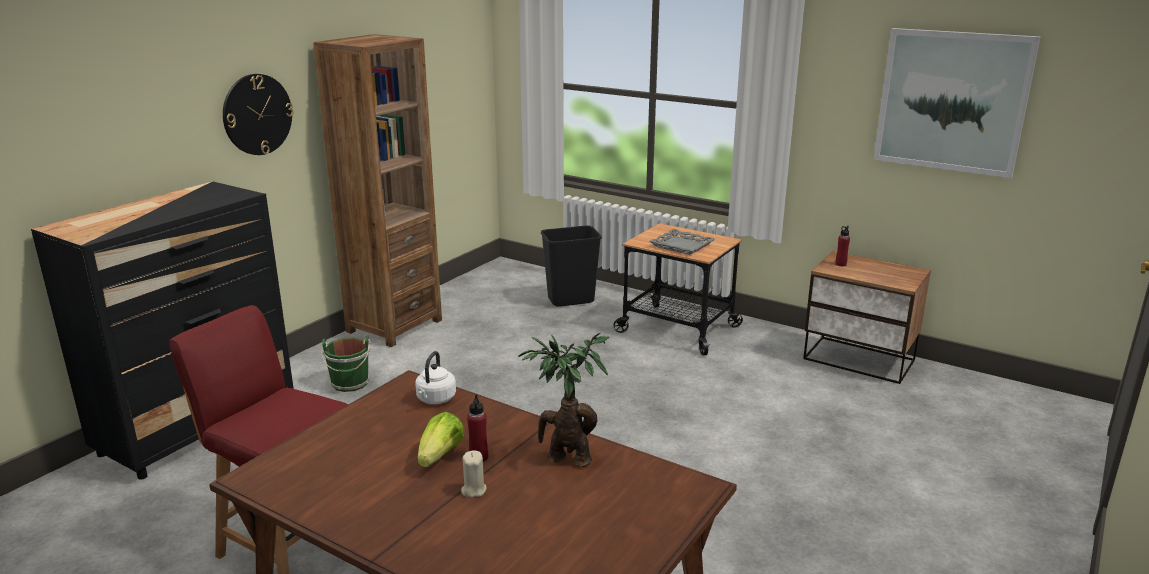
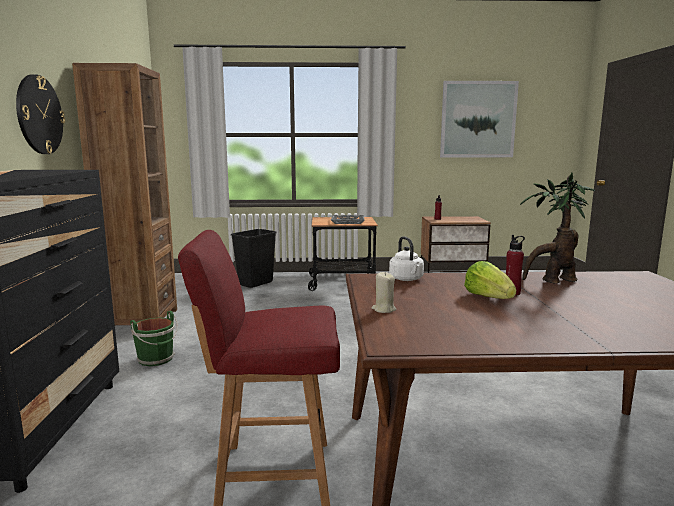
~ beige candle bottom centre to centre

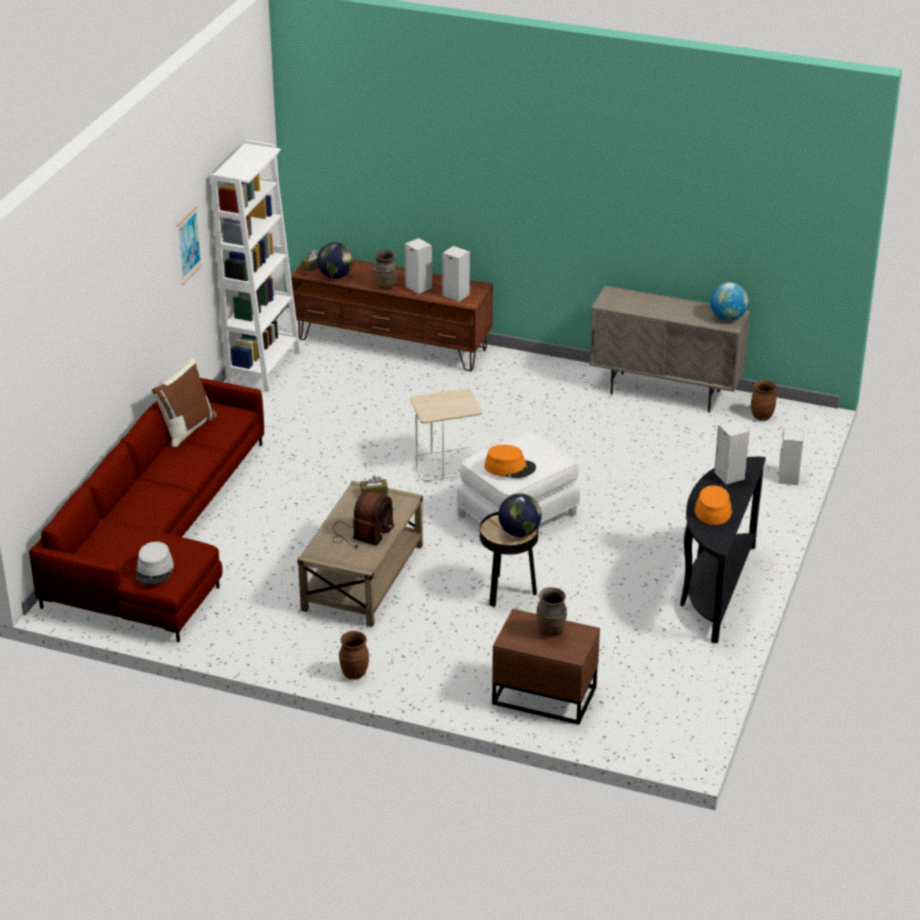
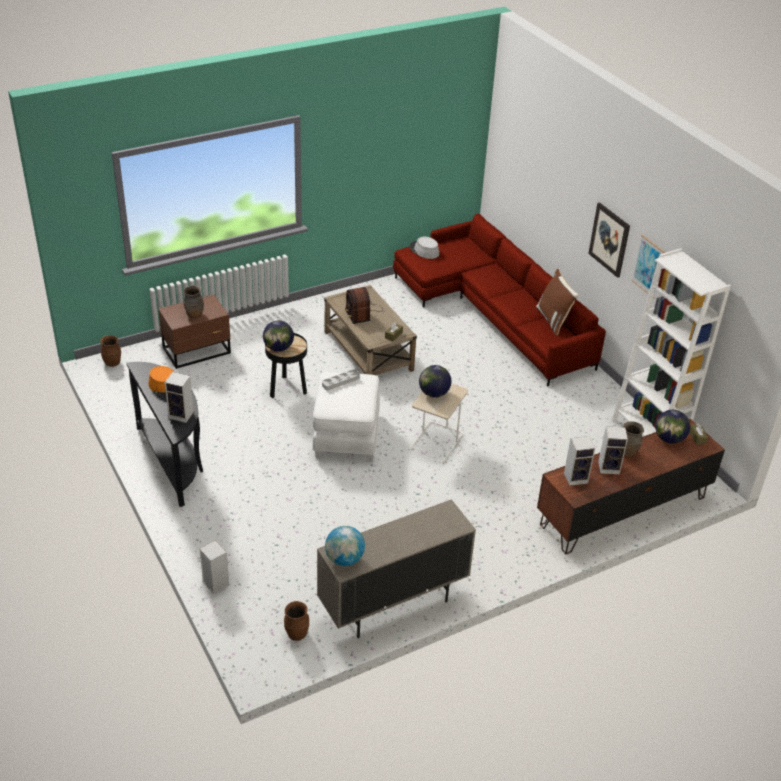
~ orange hat (1st from left) centre to grey tray centre
~ brown vase (1st from left) bottom centre to middle left
+ picture (1st from left) top right
+ globe (3rd from left) centre

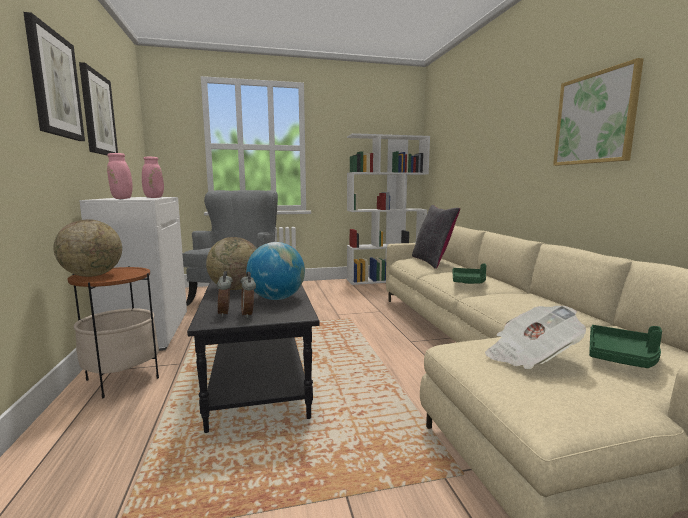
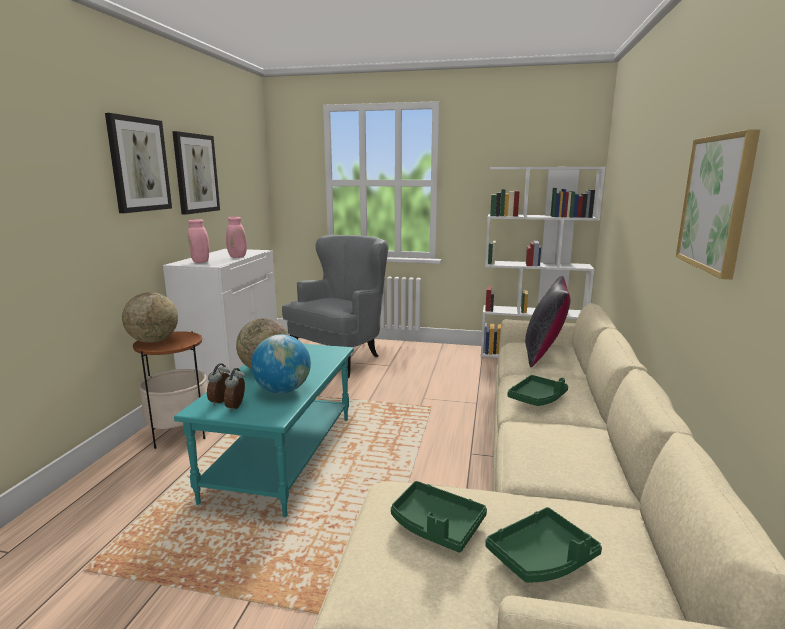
~ black coffee table bottom centre to turquoise coffee table bottom centre
~ newspaper middle right to green tray (1st from left) bottom centre

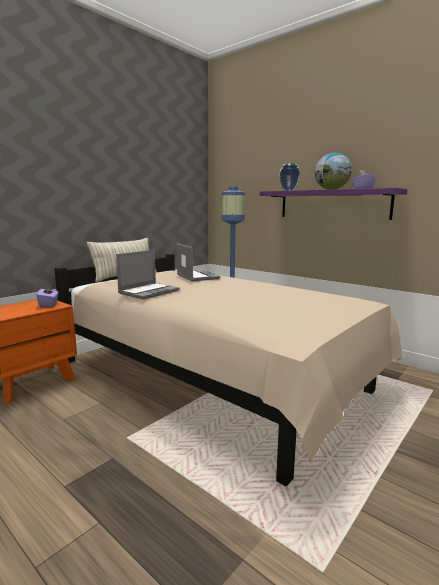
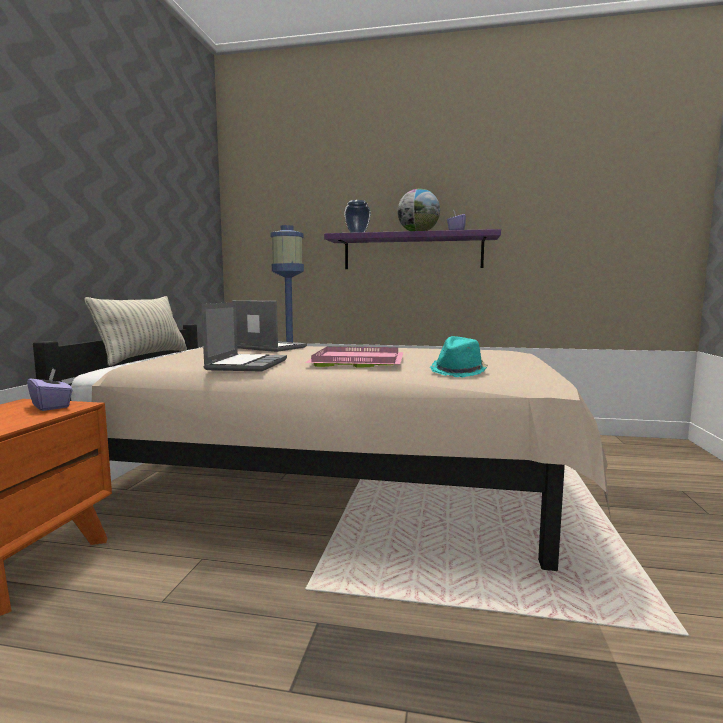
+ turquoise hat centre
+ pink tray centre

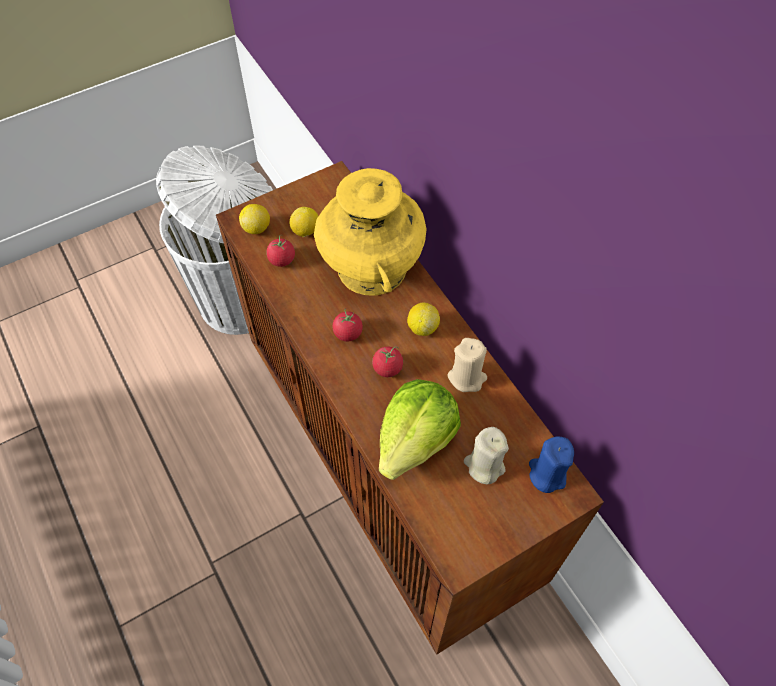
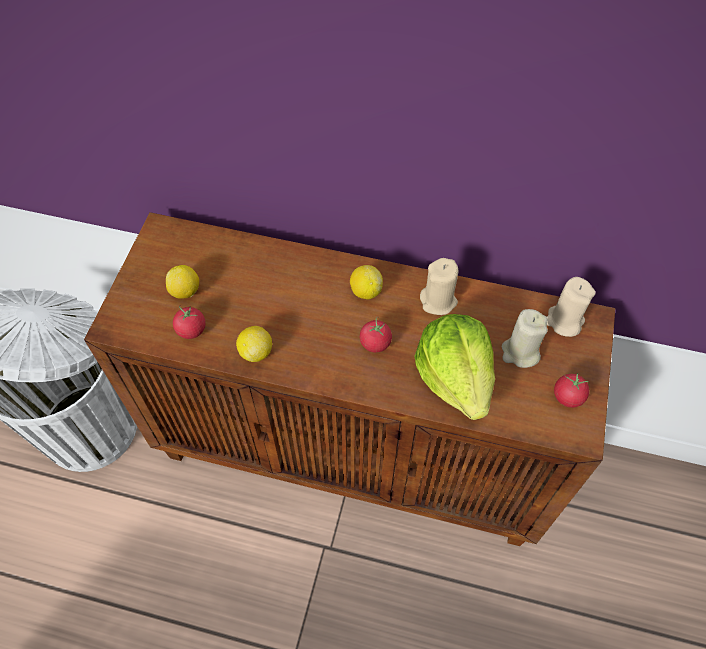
- yellow vase centre
~ lemon (1st from left in the first image) top left to lemon (2nd from left) centre
~ tomato (2nd from left in the first image) centre to tomato (3rd from left) middle right
~ blue candle bottom right to beige candle (3rd from left) middle right

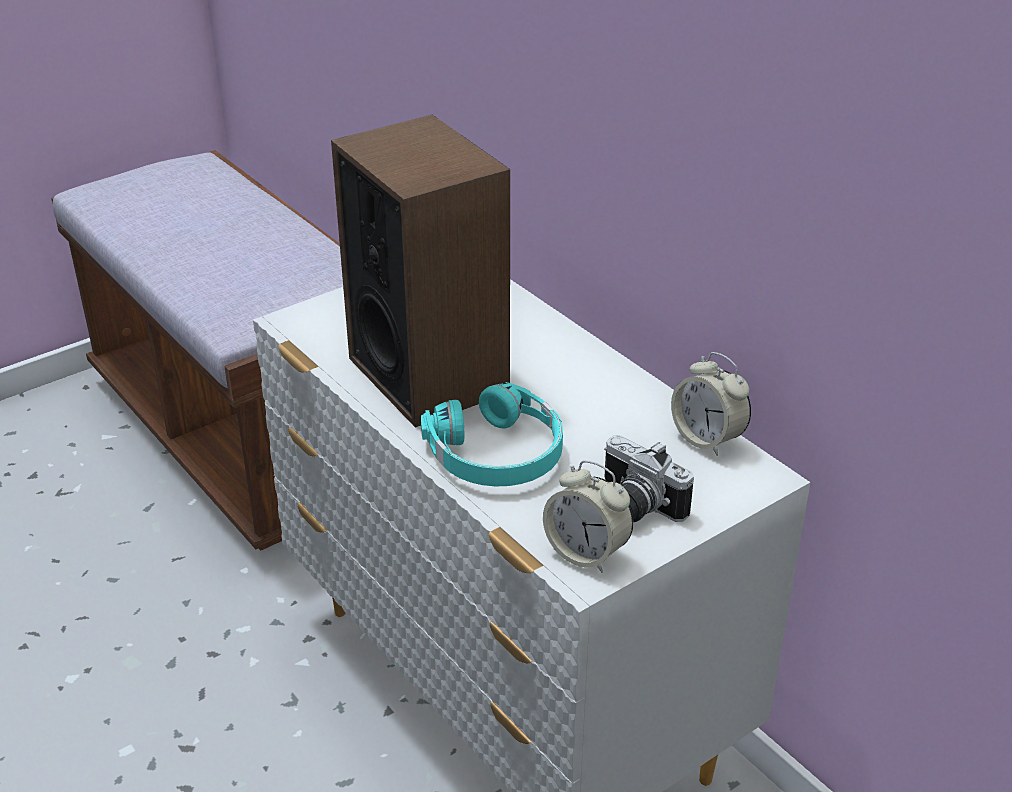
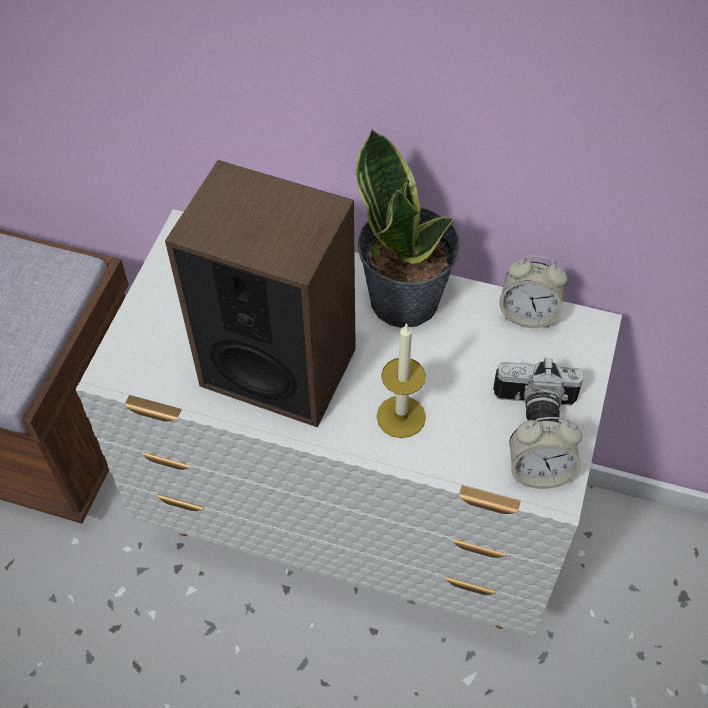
~ turquoise headphones centre to candle centre
+ potted plant top centre

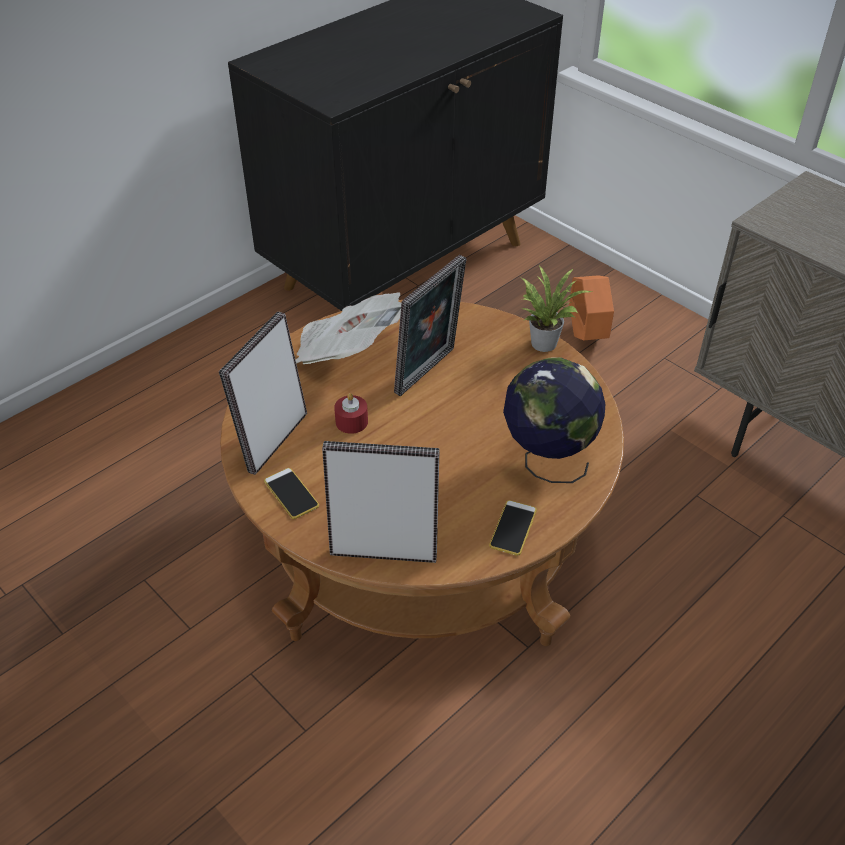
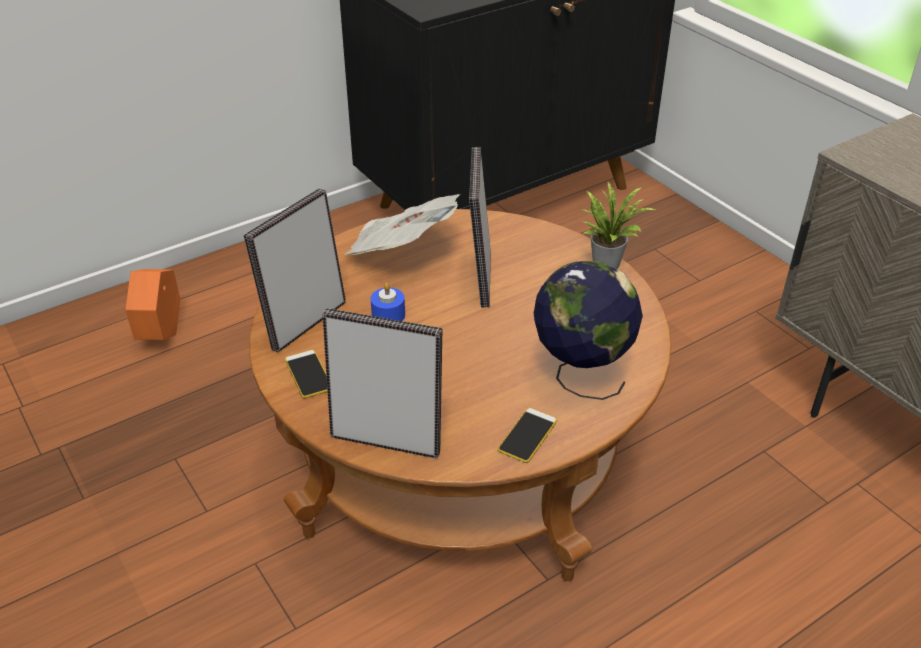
~ picture frame (3rd from left) centre = centre 135 degrees clockwise
~ orange planter middle right to middle left
~ red candle centre to blue candle centre

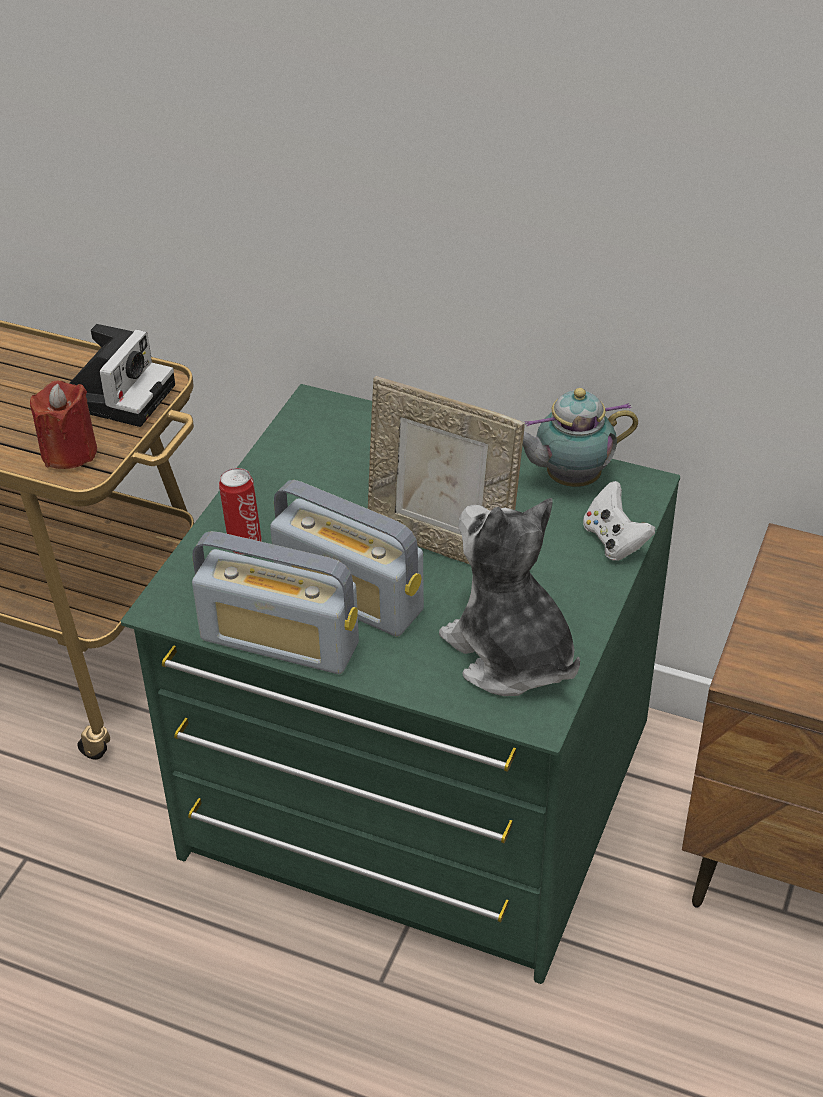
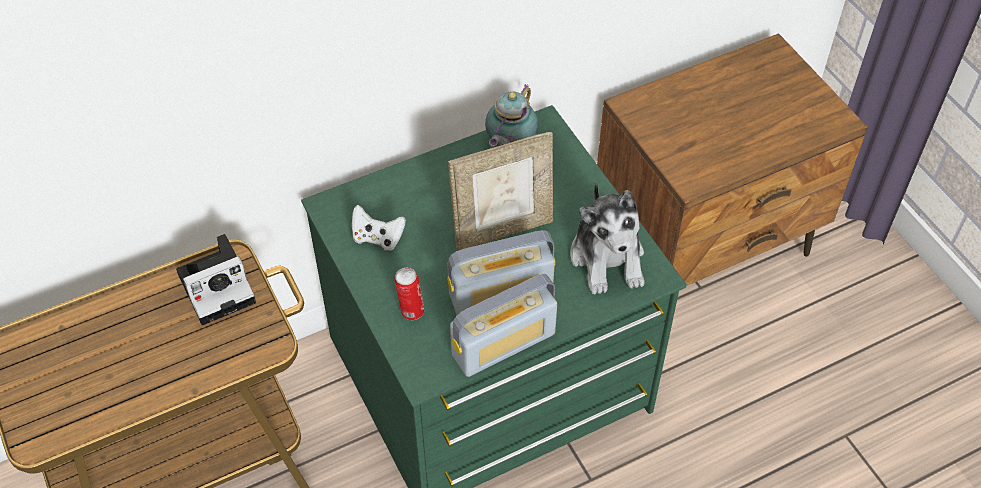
~ photo camera middle left = middle left 90 degrees clockwise
- red candle middle left
~ white game controller middle right to centre
~ plush toy centre = centre 105 degrees counterclockwise

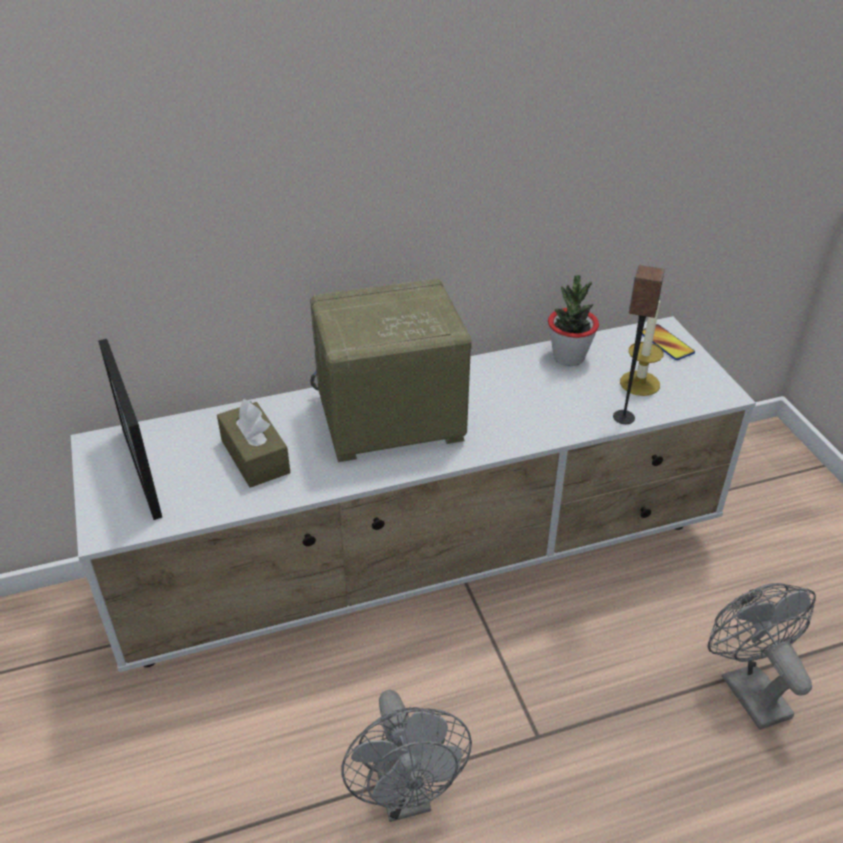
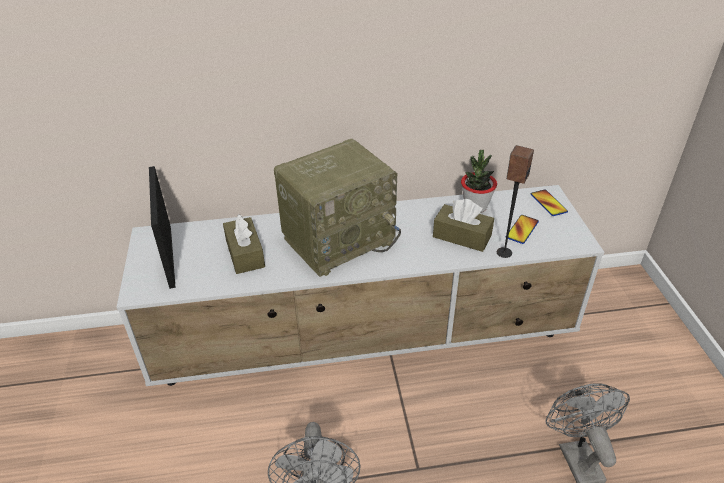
~ radio centre = centre 150 degrees clockwise
~ candle middle right to phone (1st from left) middle right
+ brown tissue box (2nd from left) centre

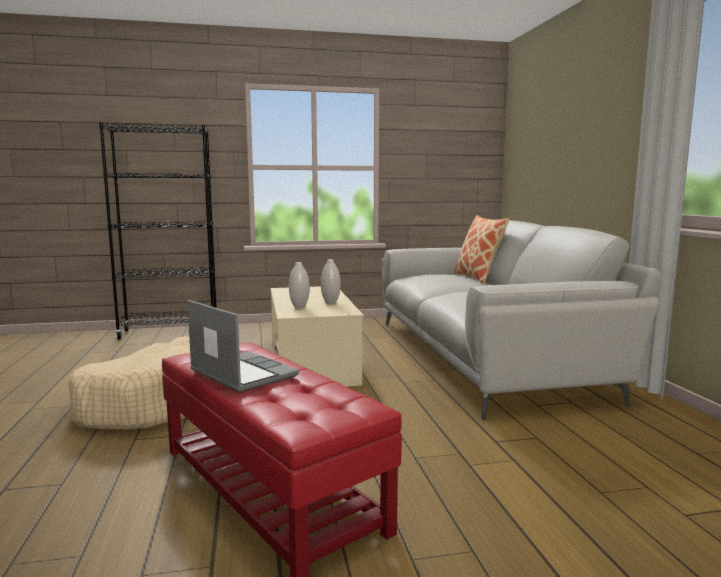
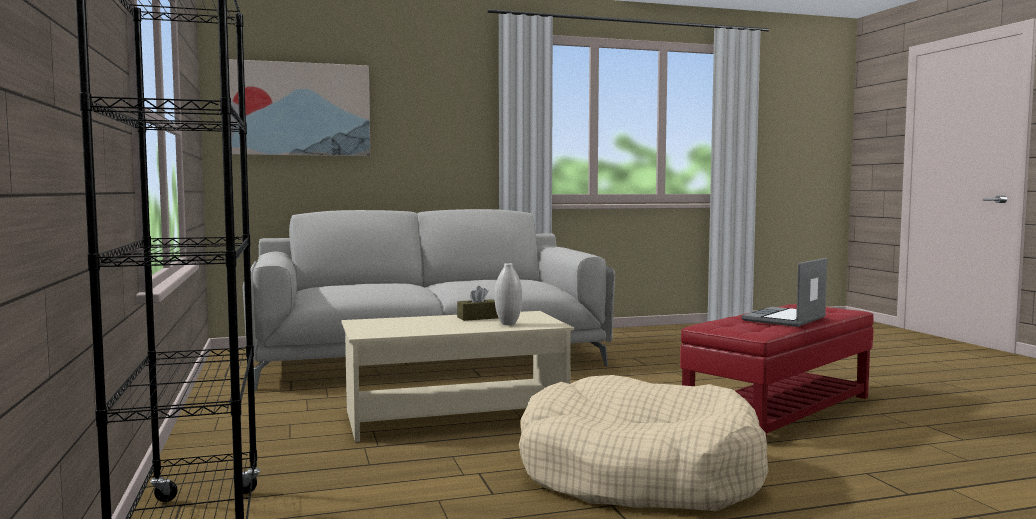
- pillow middle right
~ white vase (2nd from left) centre to brown tissue box centre
+ picture top left

